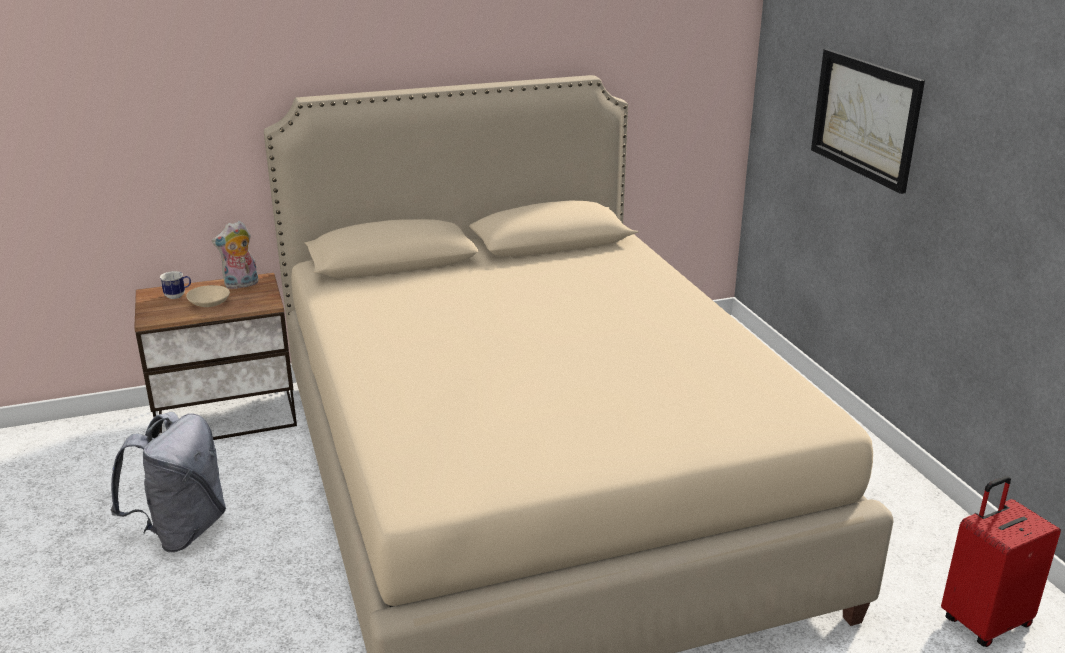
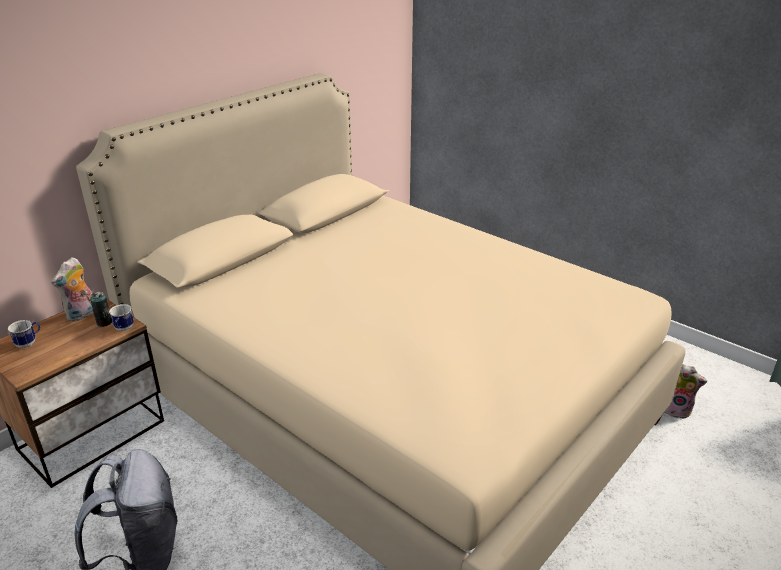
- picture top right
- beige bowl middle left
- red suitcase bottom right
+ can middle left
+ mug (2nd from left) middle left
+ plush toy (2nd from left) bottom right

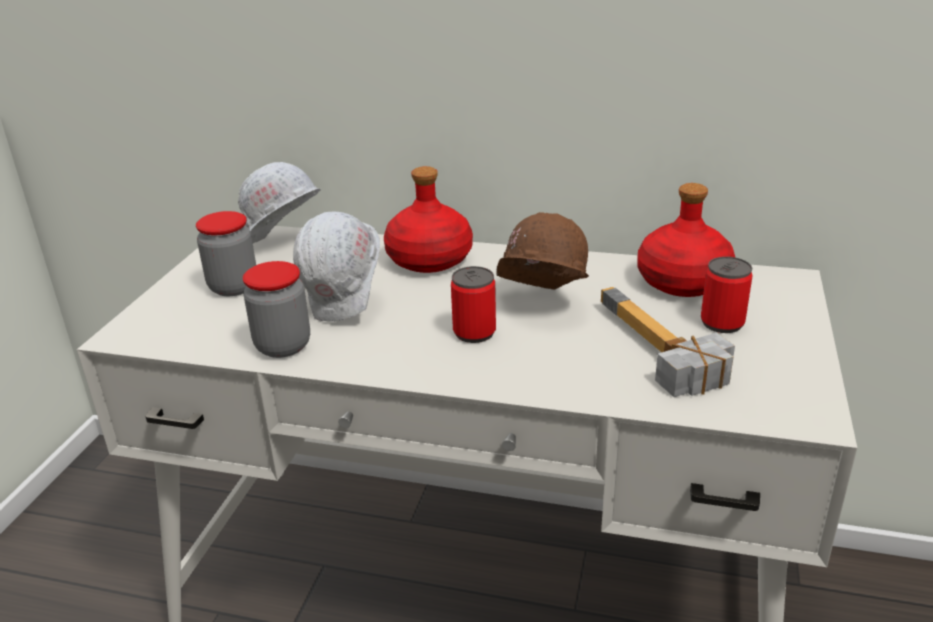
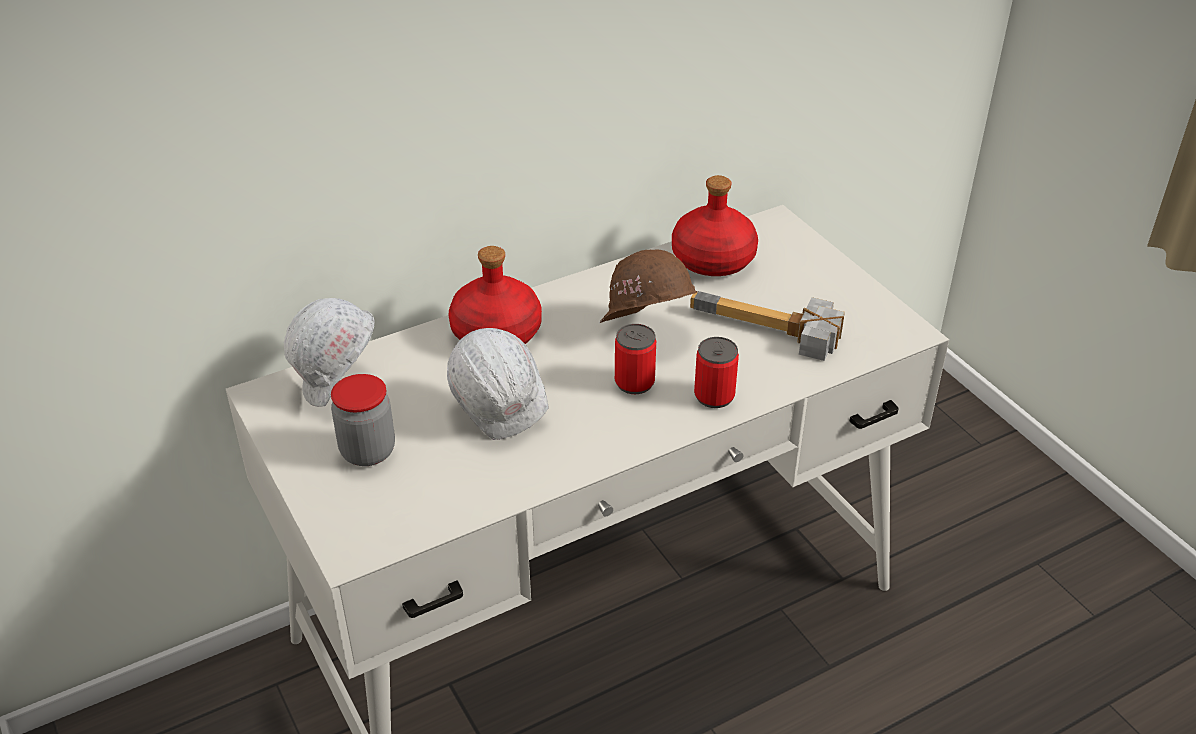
~ can (2nd from left) middle right to centre
- jar (2nd from left) middle left

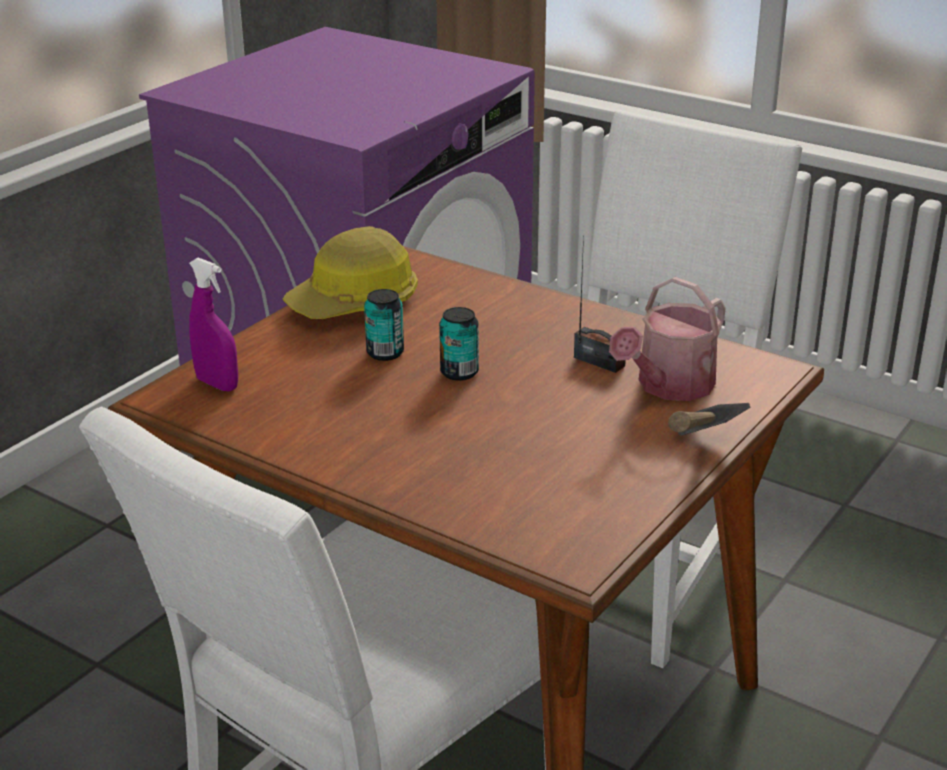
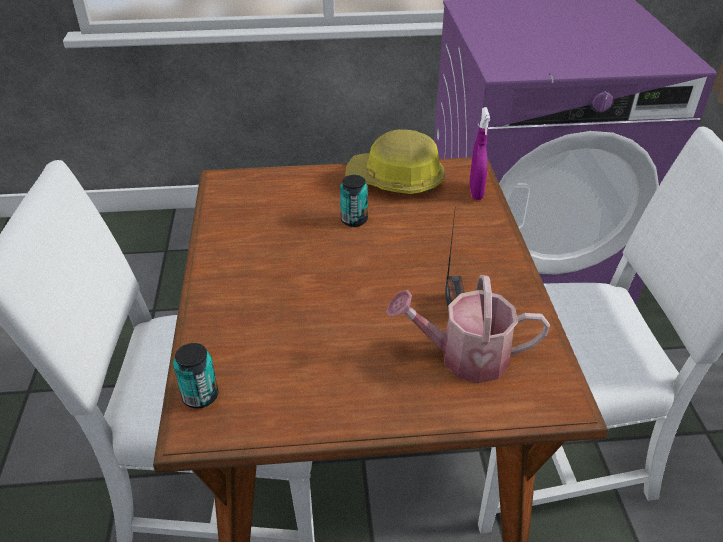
~ purple spray bottle middle left to top centre
~ can (2nd from left in the first image) centre to can (1st from left) bottom left
- hammer middle right

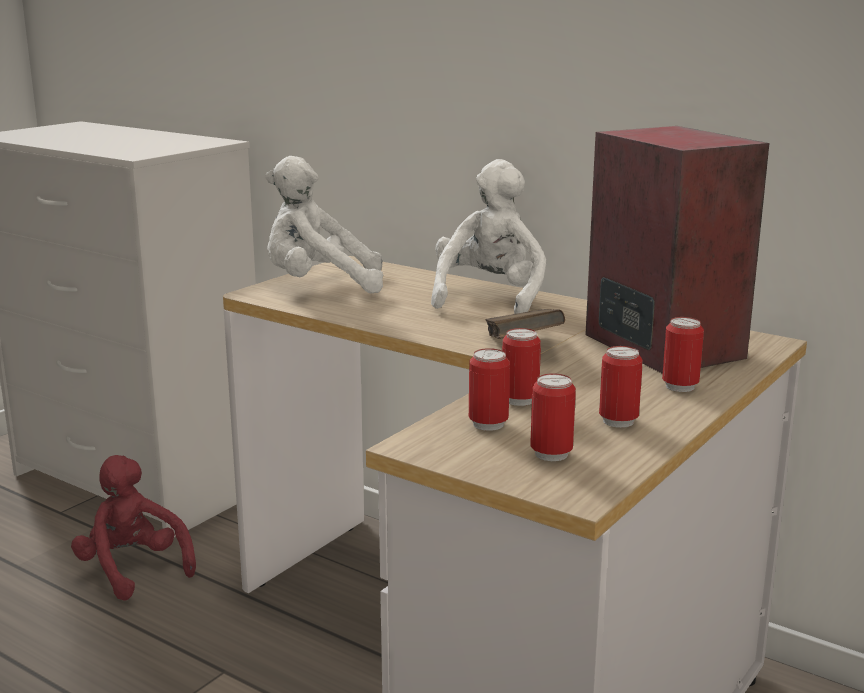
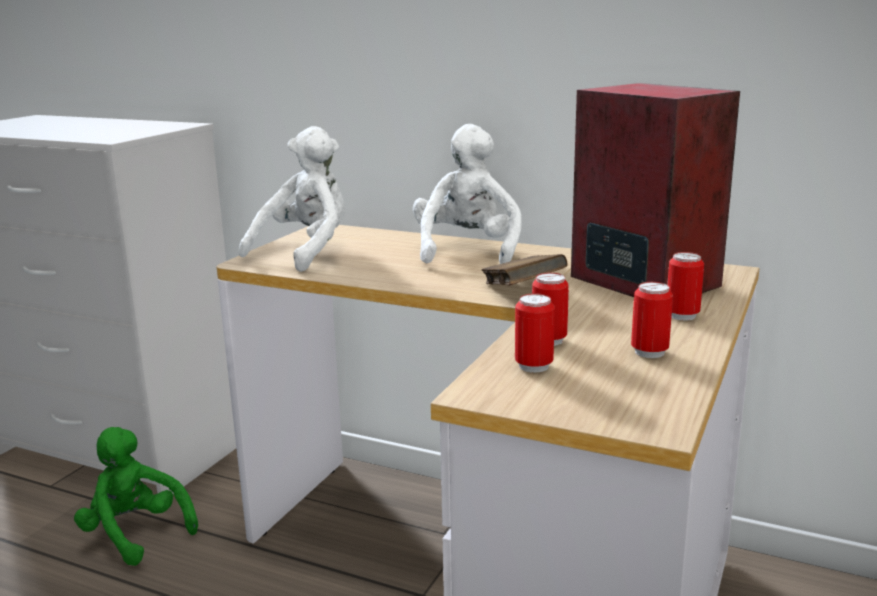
~ white plush toy (1st from left) top centre = middle left 135 degrees clockwise
- can (3rd from left) centre
~ red plush toy bottom left to green plush toy bottom left

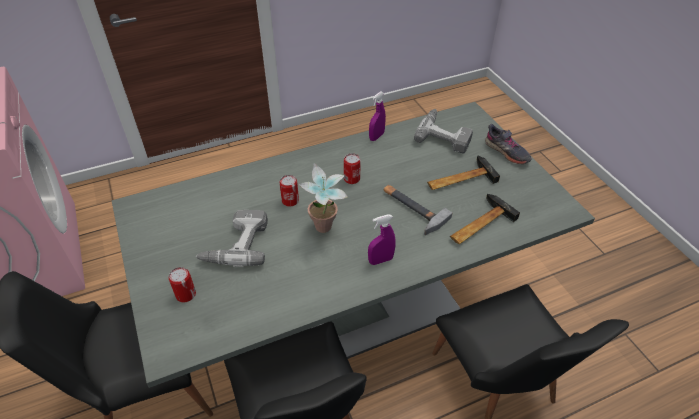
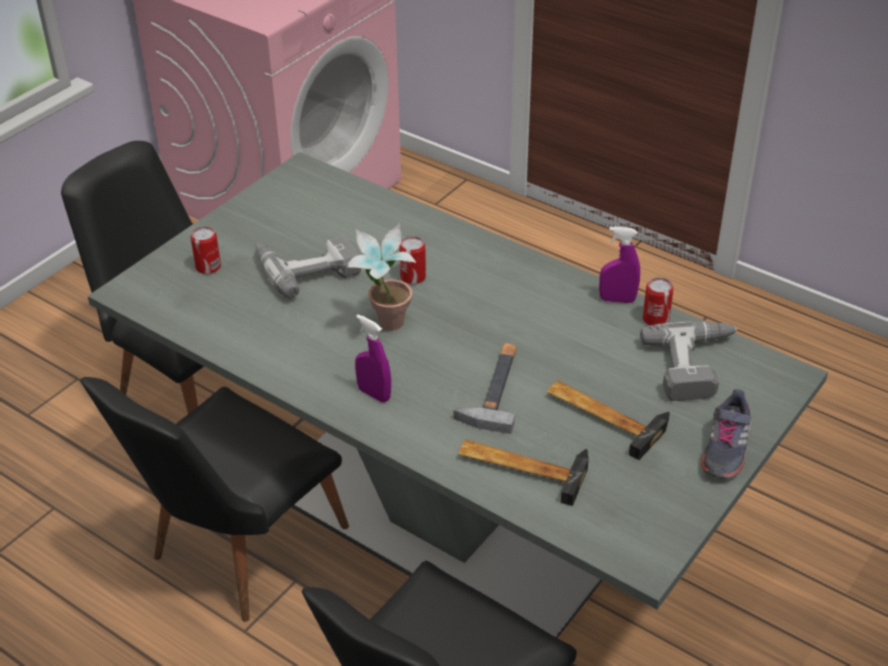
~ can (3rd from left) centre to middle right

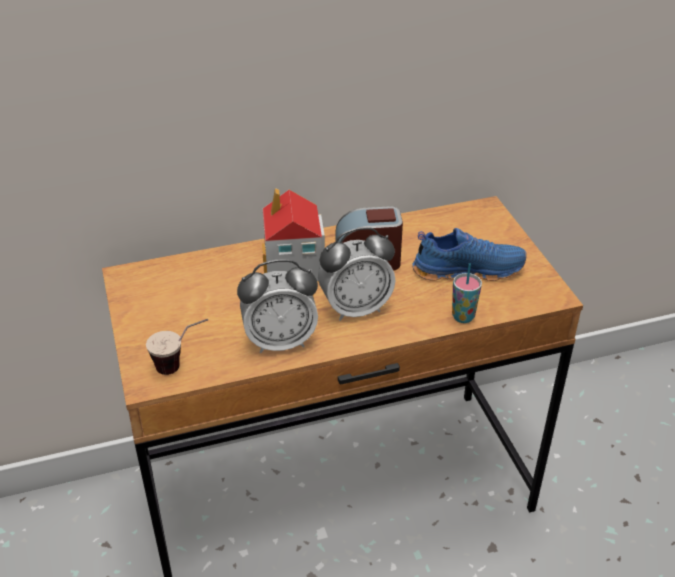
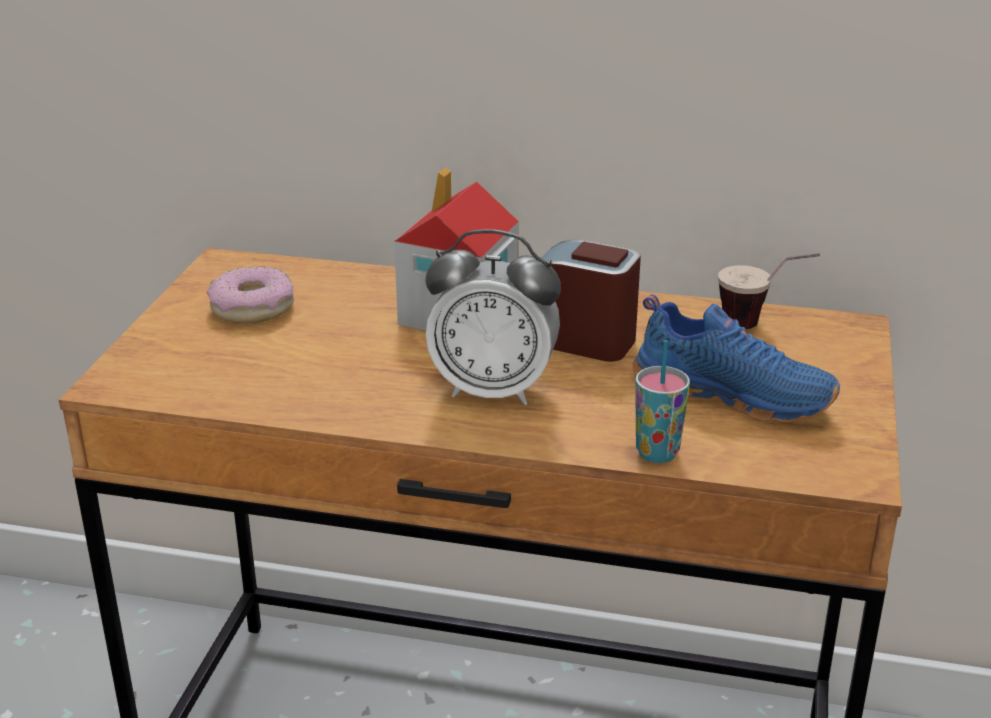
- alarm clock (1st from left) centre
~ cup (1st from left in the first image) middle left to cup (2nd from left) middle right
+ donut middle left

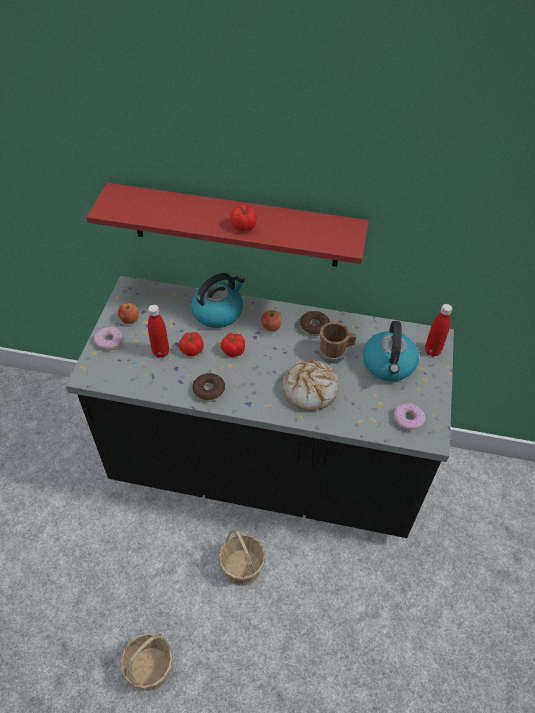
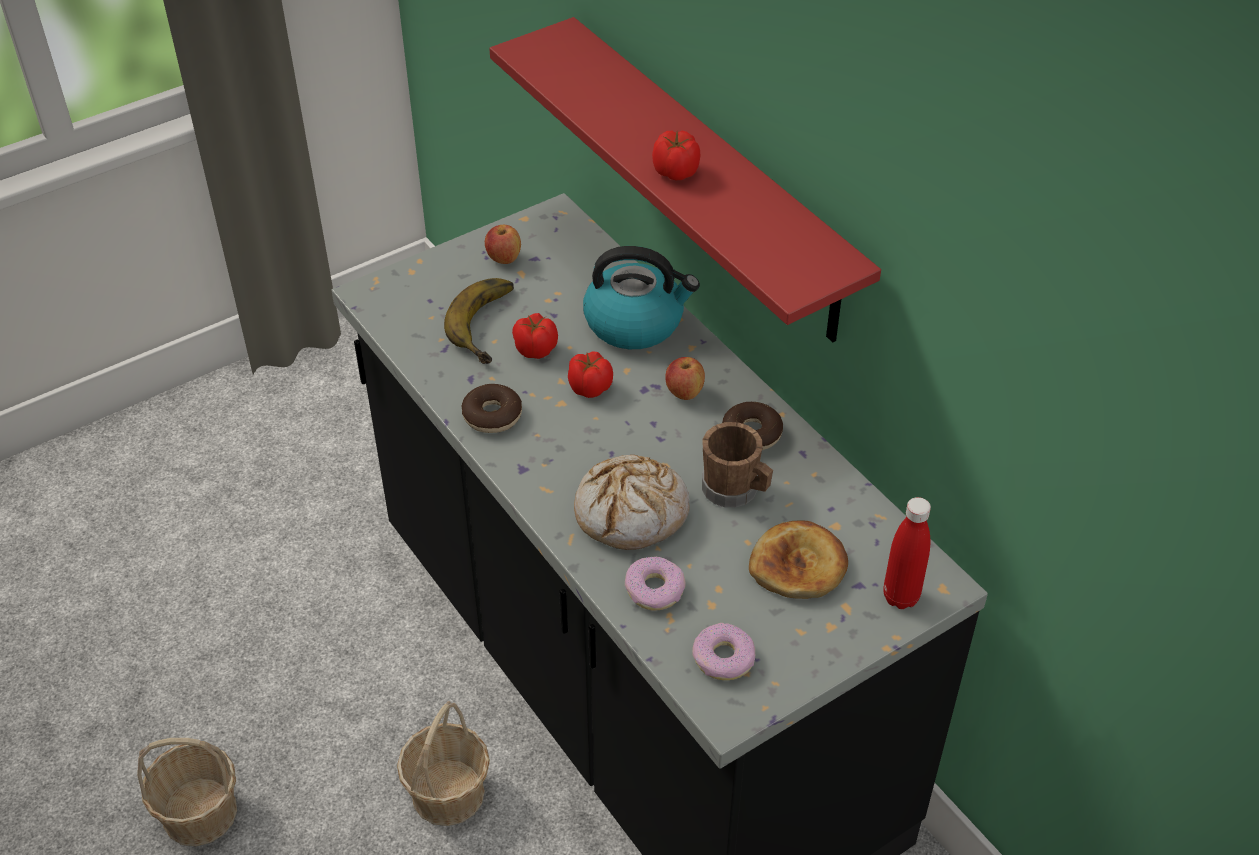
~ red bottle (1st from left) middle left to banana centre
~ kettle (2nd from left) middle right to bread (2nd from left) centre
~ donut (1st from left in the first image) middle left to donut (2nd from left) bottom centre

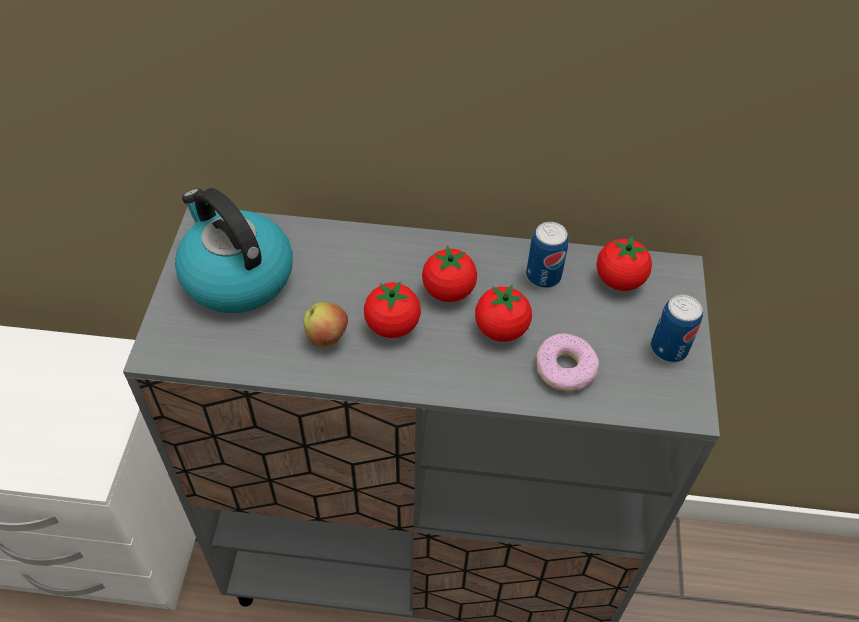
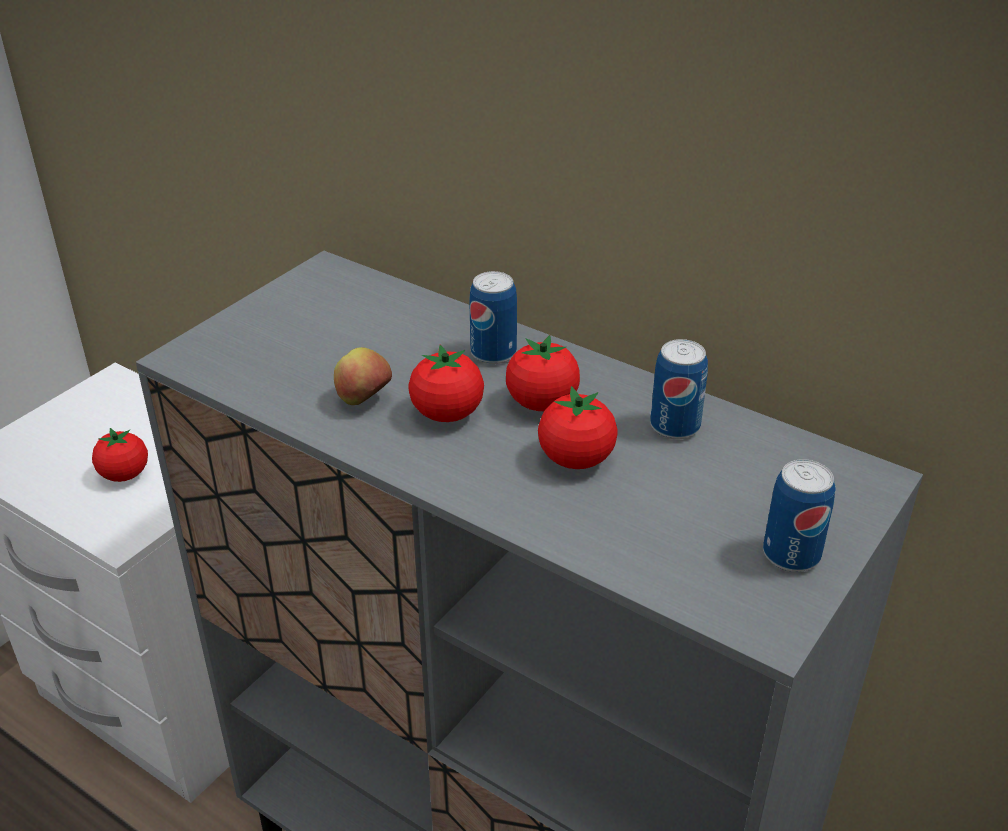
- kettle middle left
~ tomato (4th from left in the first image) middle right to tomato (1st from left) middle left
- donut centre
+ can (1st from left) centre

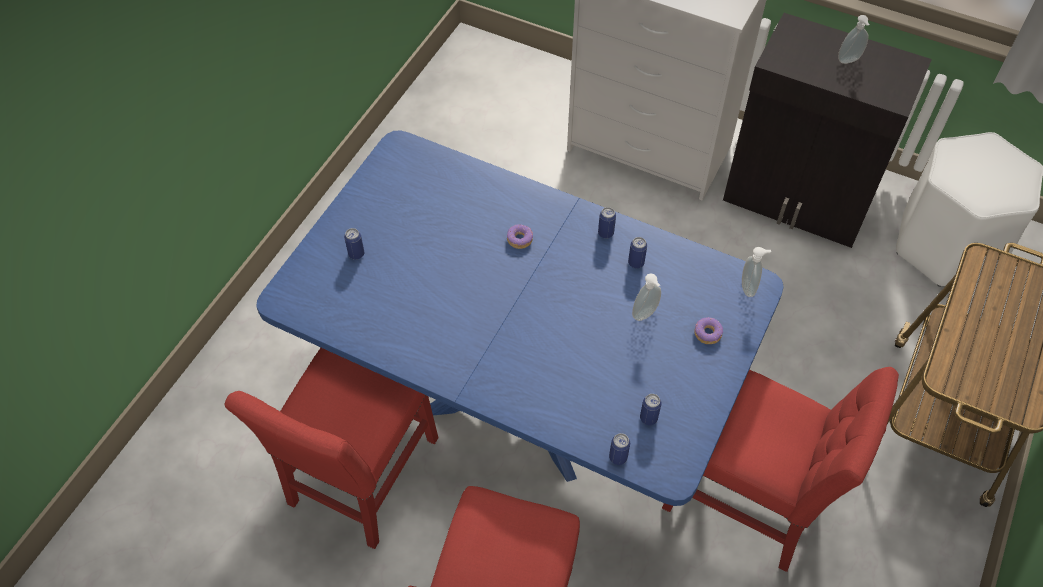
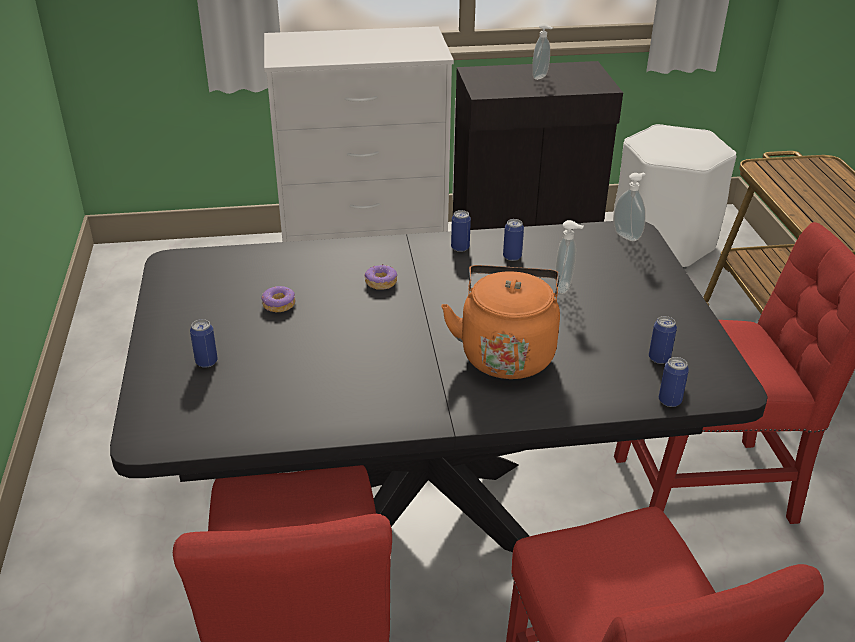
~ blue dining table centre to black dining table centre
~ donut (2nd from left in the first image) middle right to donut (1st from left) middle left
+ orange kettle centre

